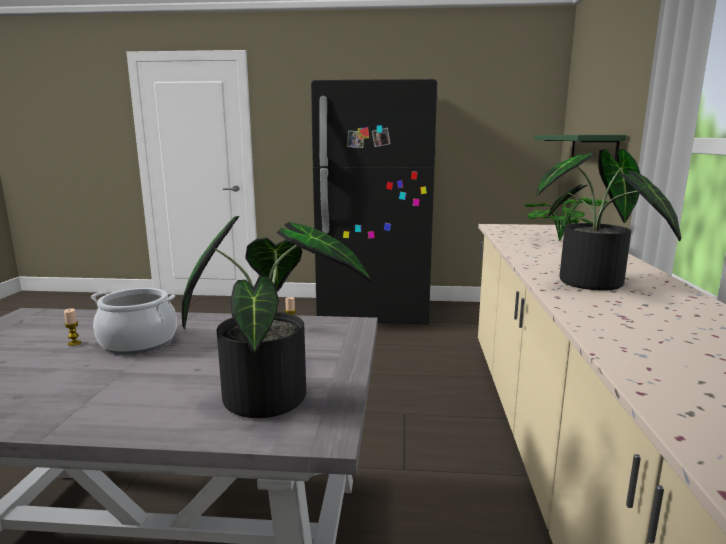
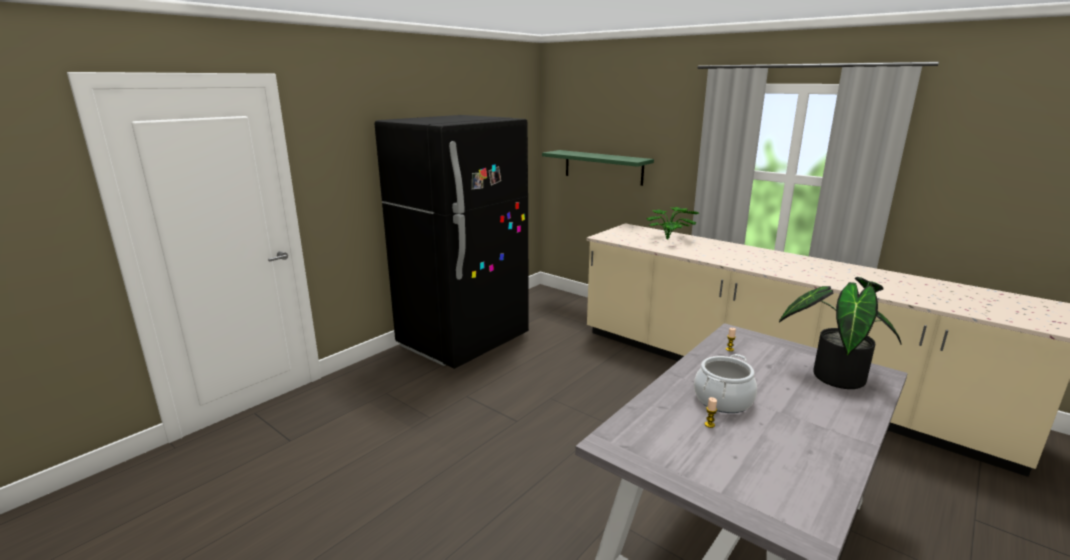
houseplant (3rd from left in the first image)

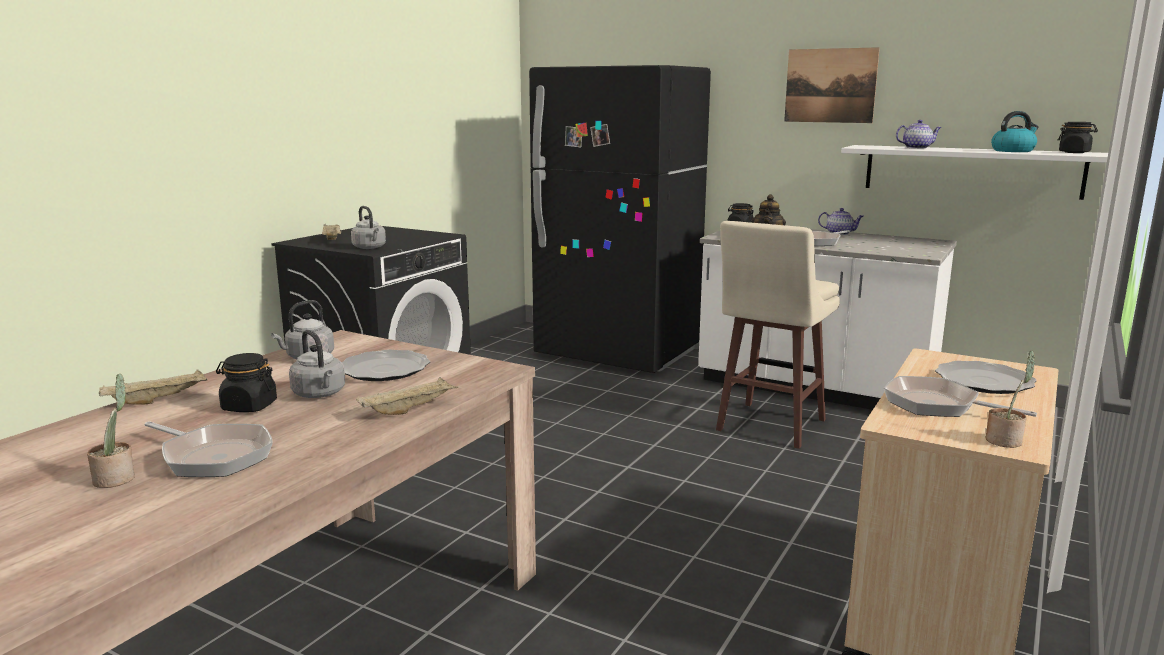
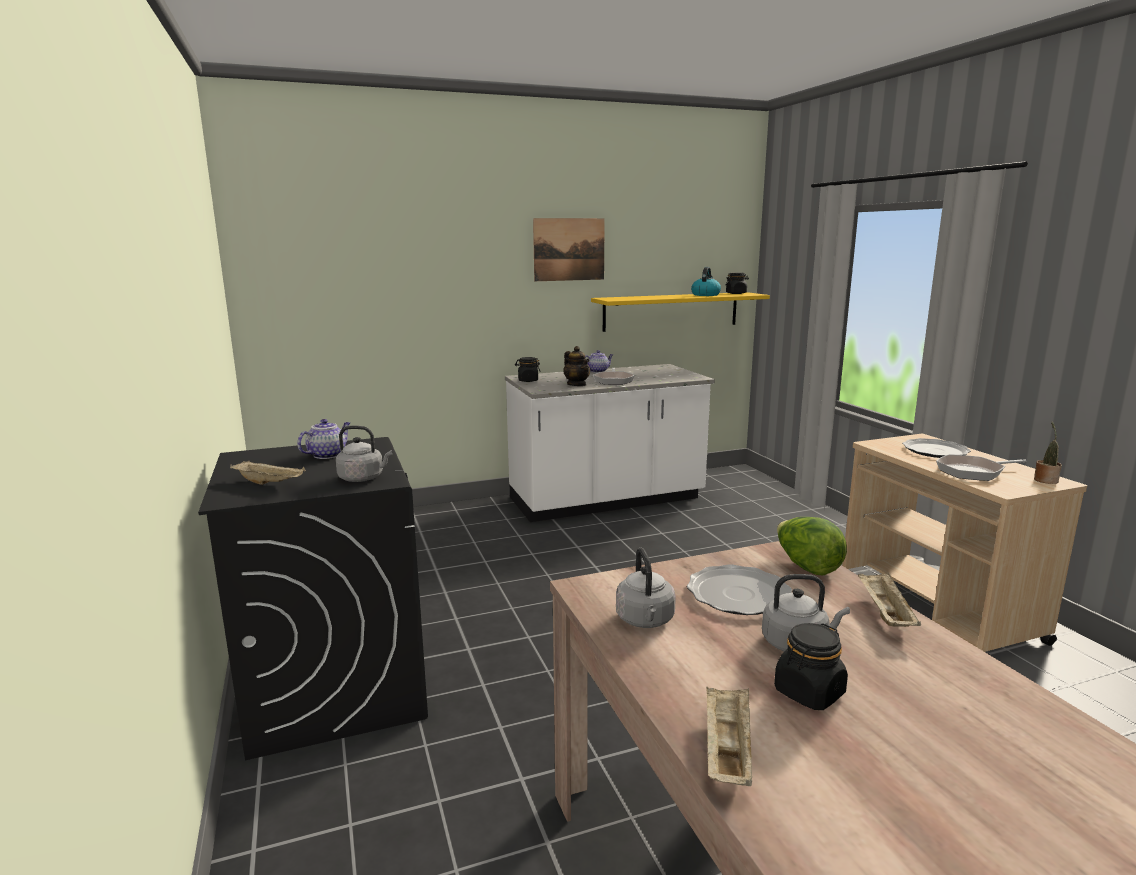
houseplant (1st from left in the first image)
frying pan (1st from left in the first image)
fridge (blackish)
stool seat (beige-coloured)
wall shelf (yellowish)
tea pot (1st from left)
lettuce head

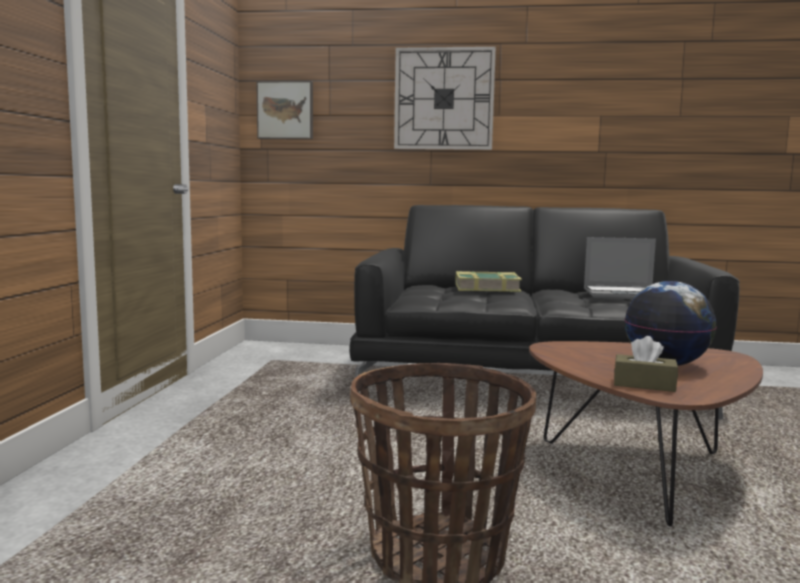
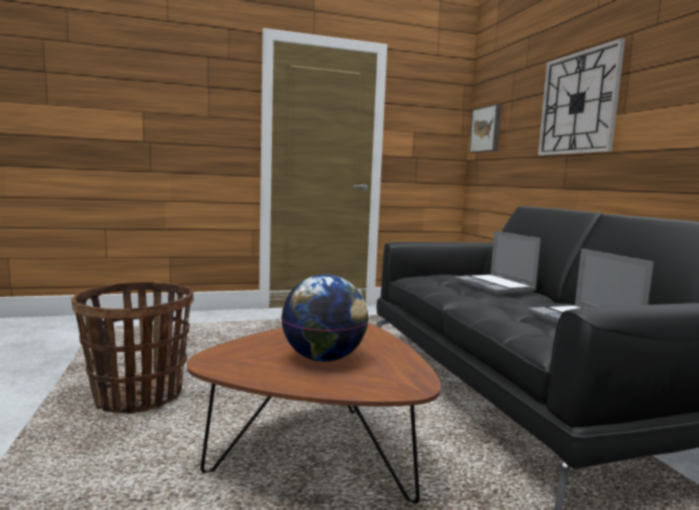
laptop (1st from left)
box of tissues (brown)

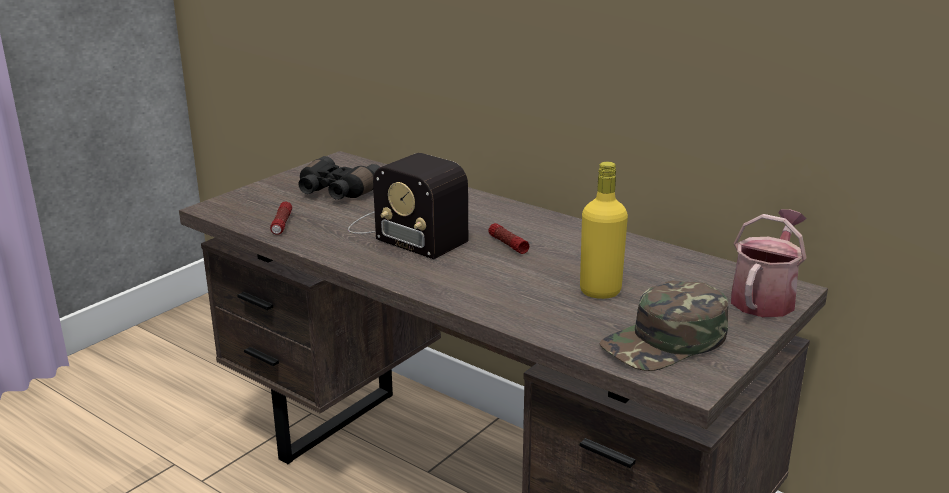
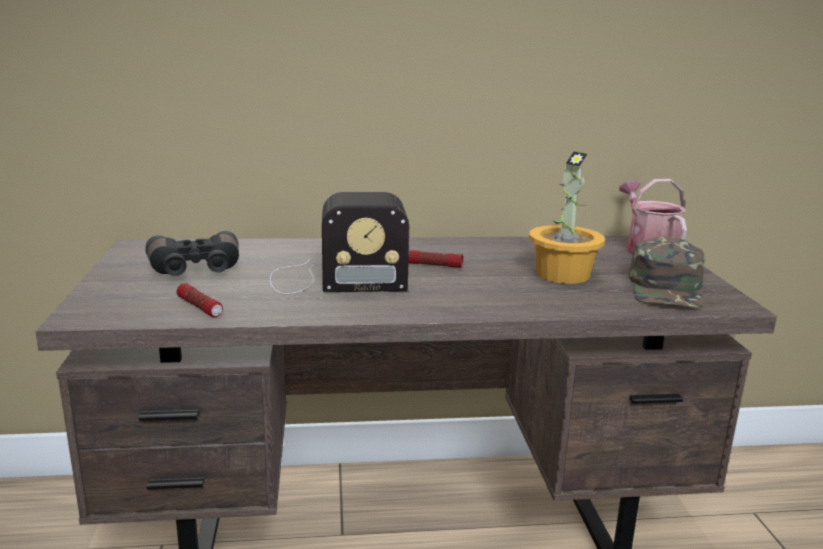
houseplant

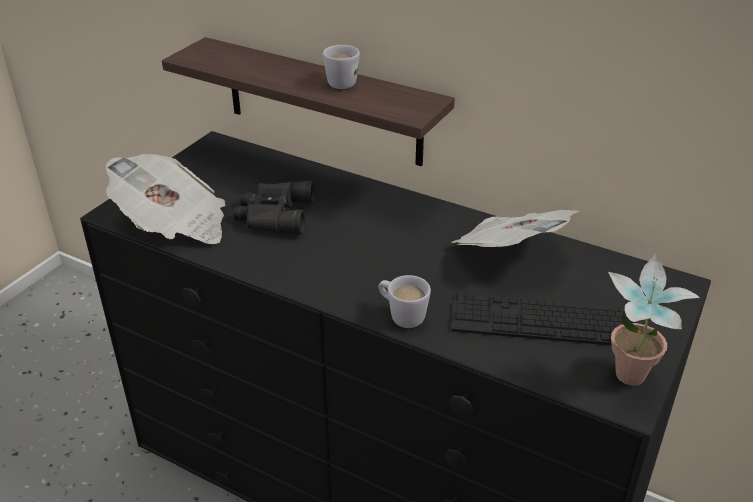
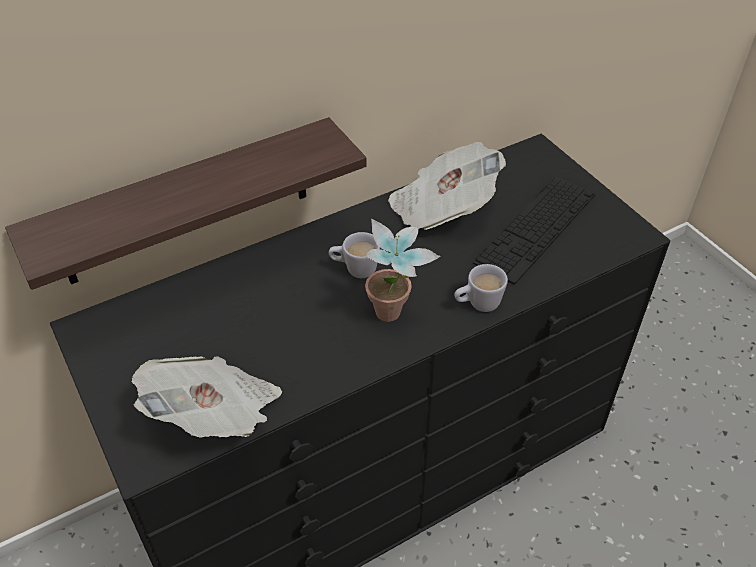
pair of binoculars (blackish)
tea mug (whitish) (1st from left)
houseplant

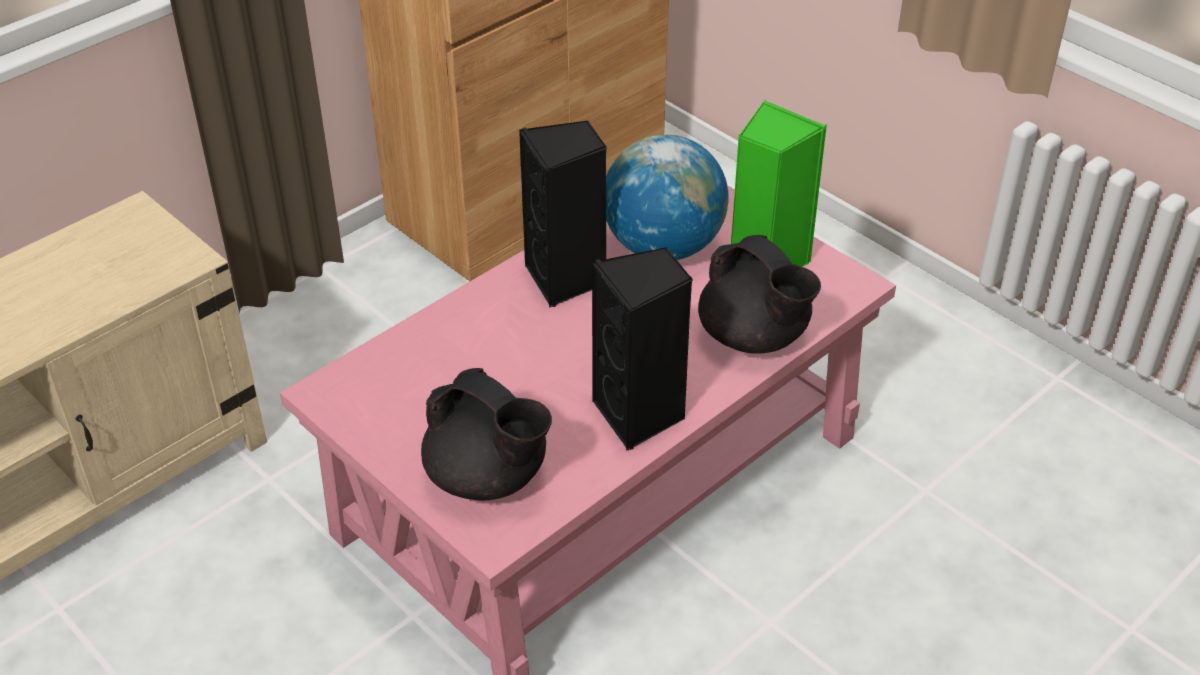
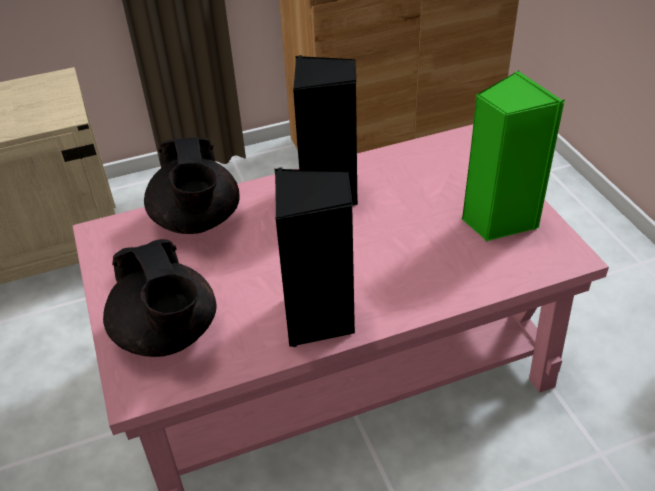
desk globe
tea pot (blackish) (2nd from left)

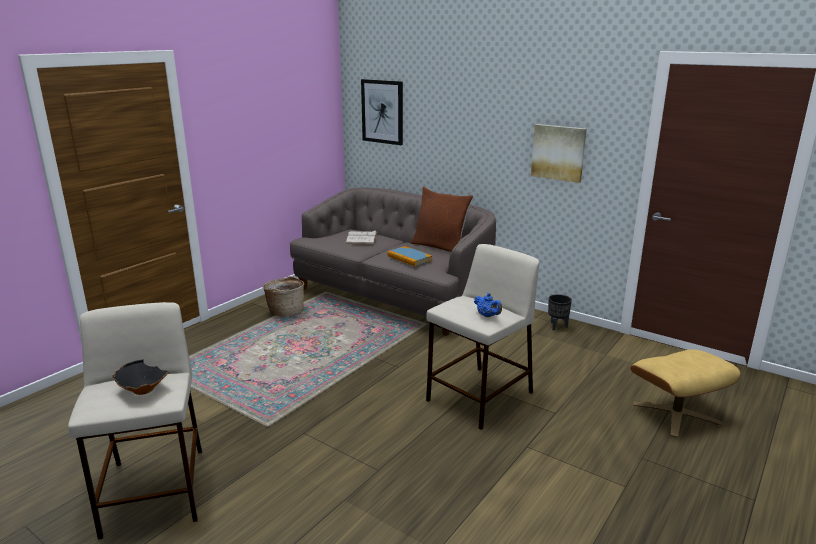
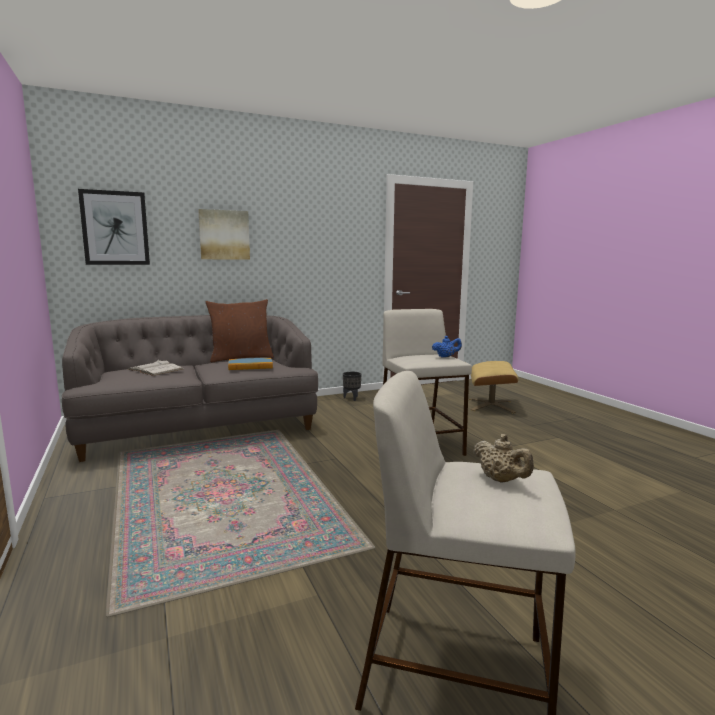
tea pot (beige-coloured)
basket
picture (2nd from left)

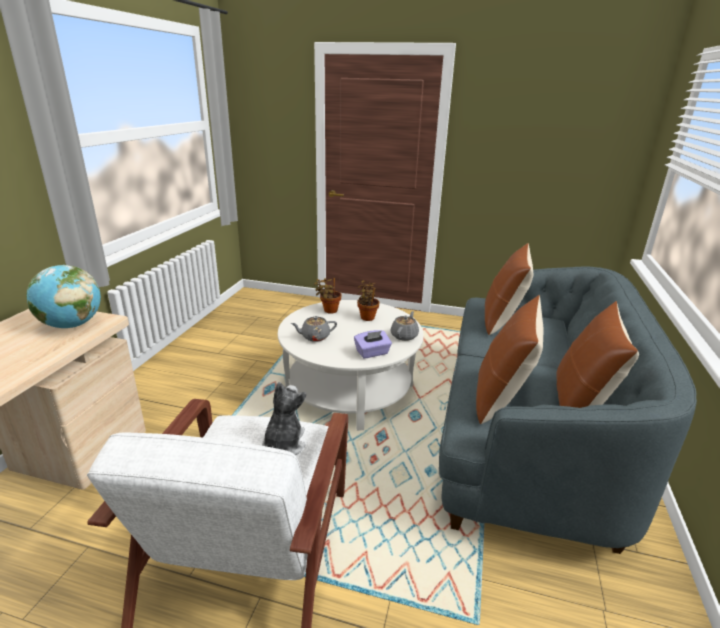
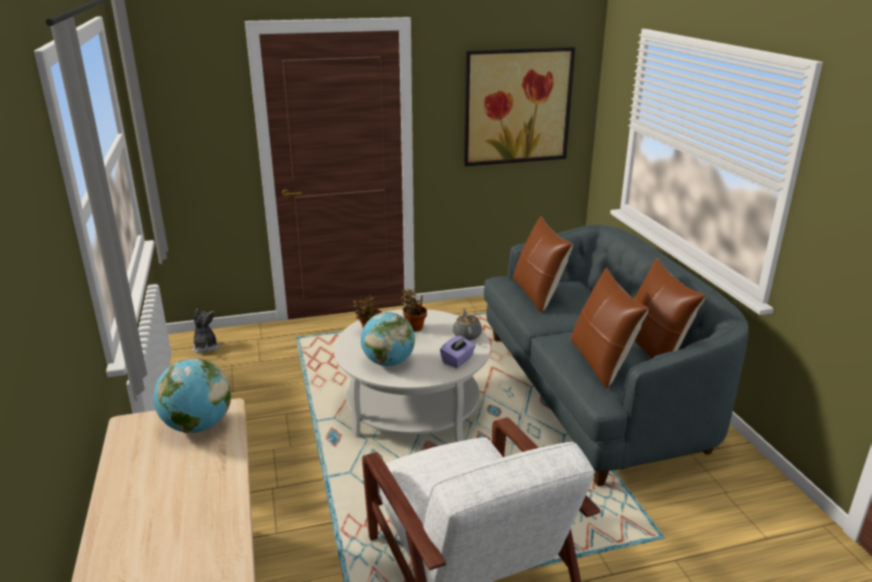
cuddly toy
desk globe (2nd from left)
picture

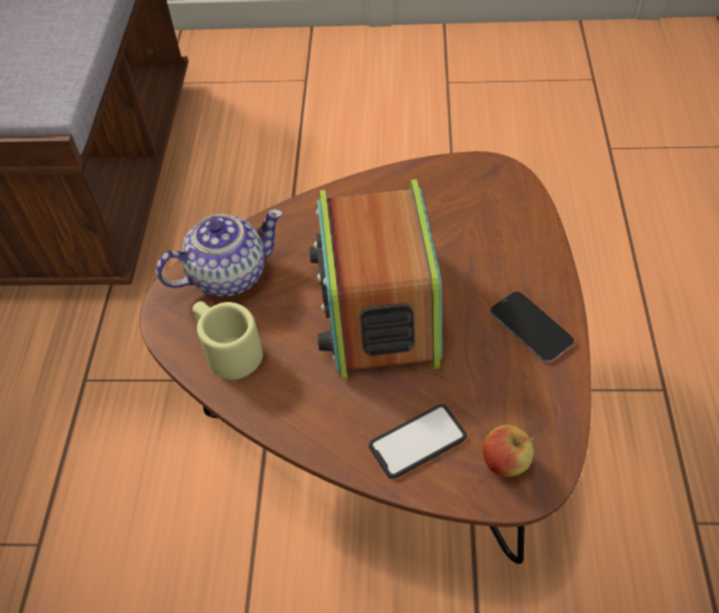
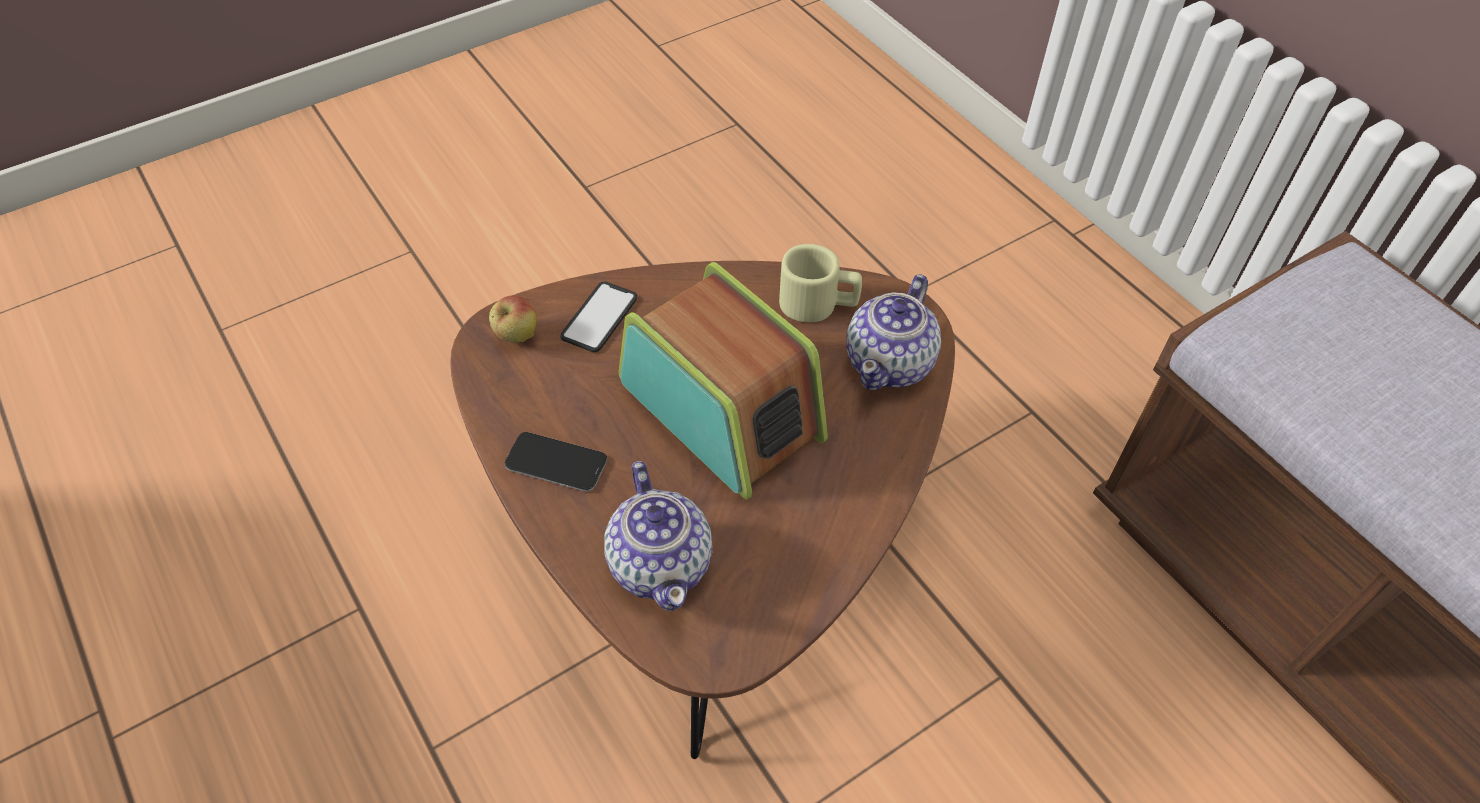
tea pot (1st from left)

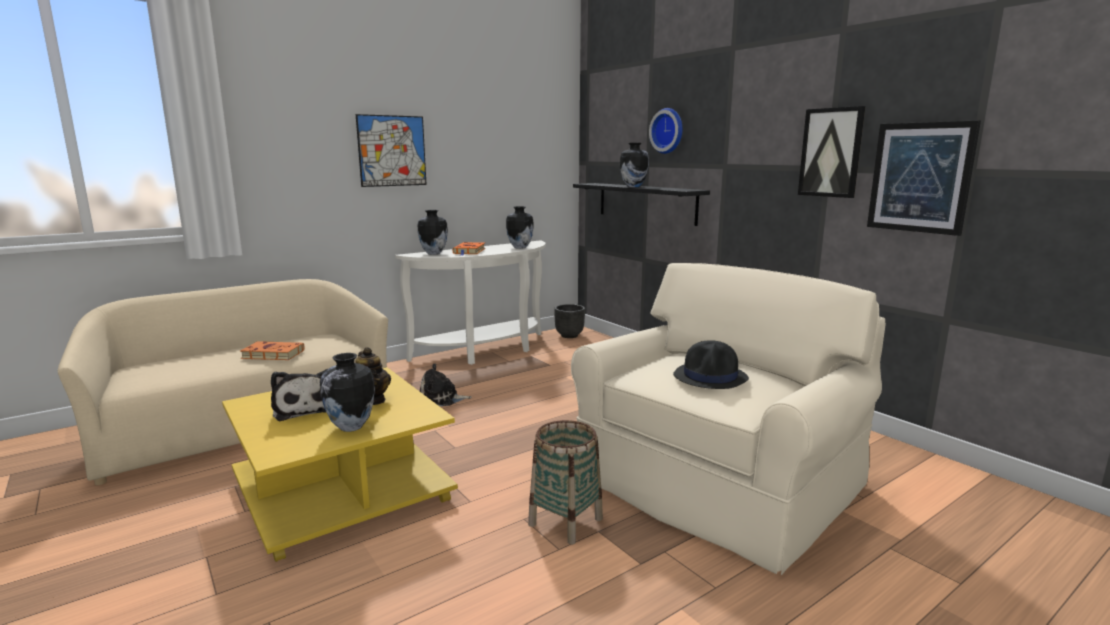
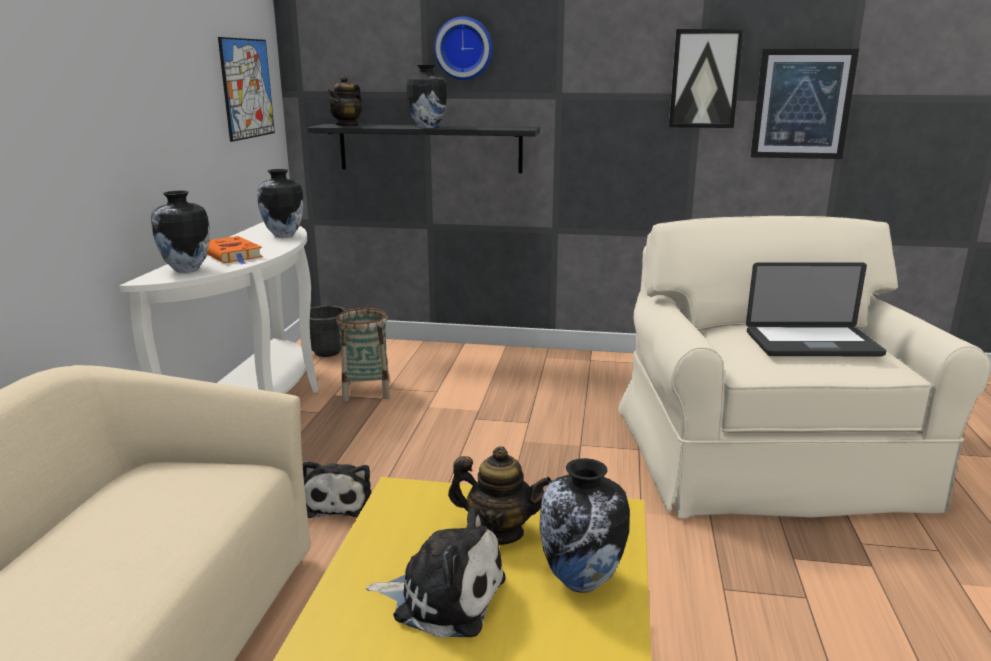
volume (orange-coloured) (1st from left in the first image)
picture (1st from left)
cuddly toy (1st from left)
basket
laptop
tea pot (1st from left)

